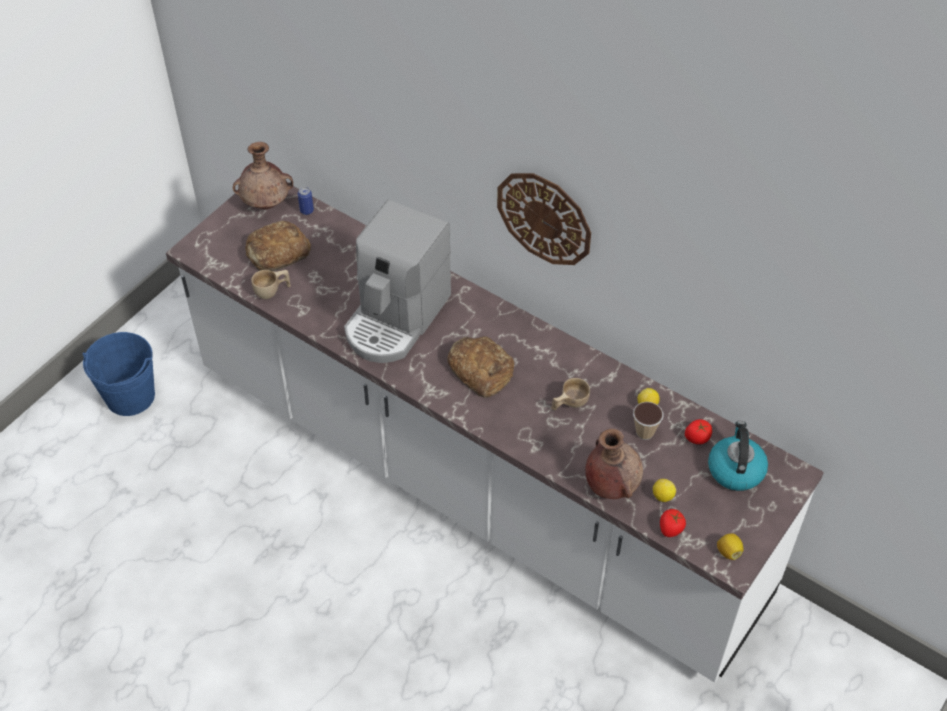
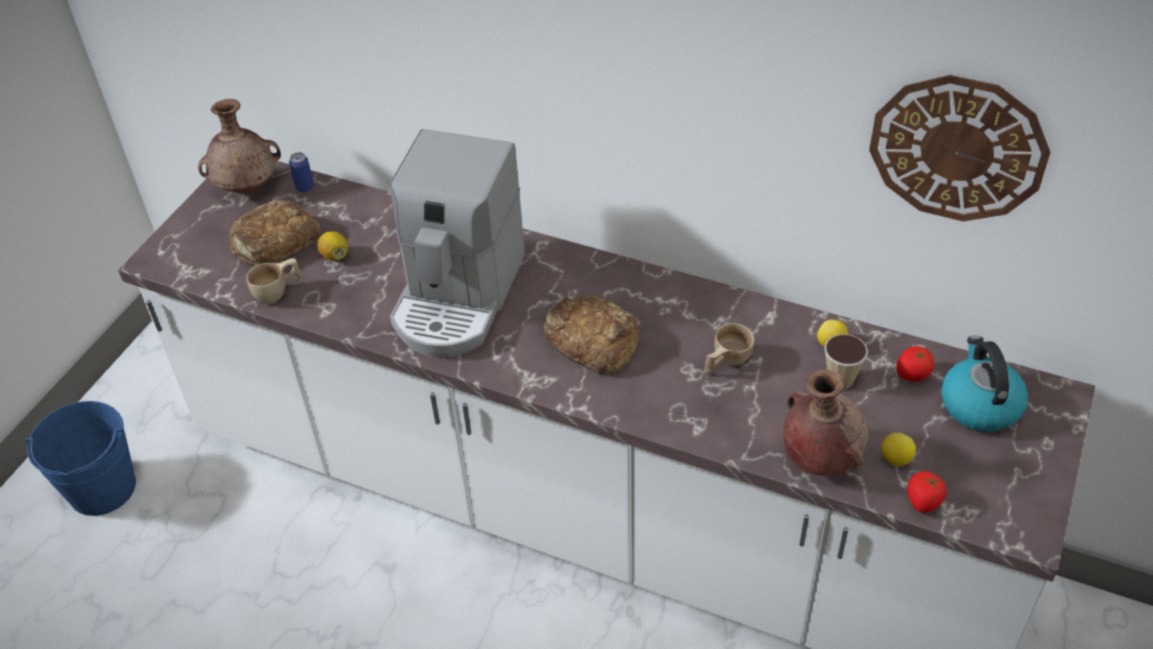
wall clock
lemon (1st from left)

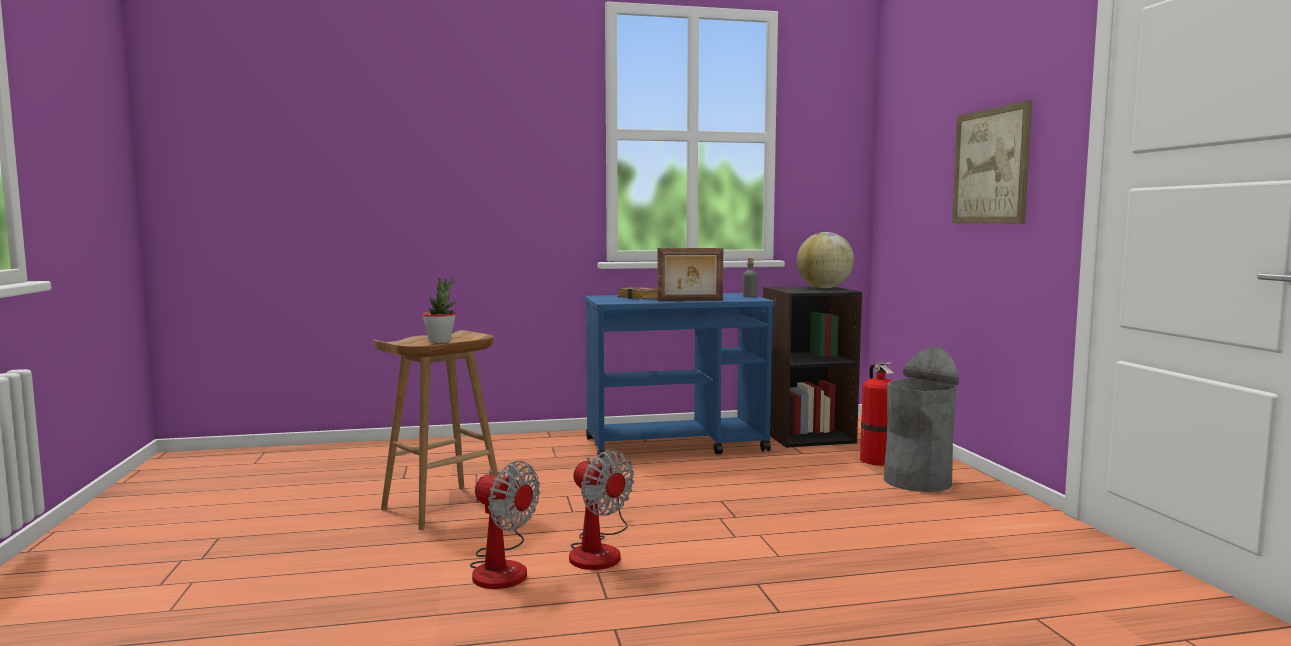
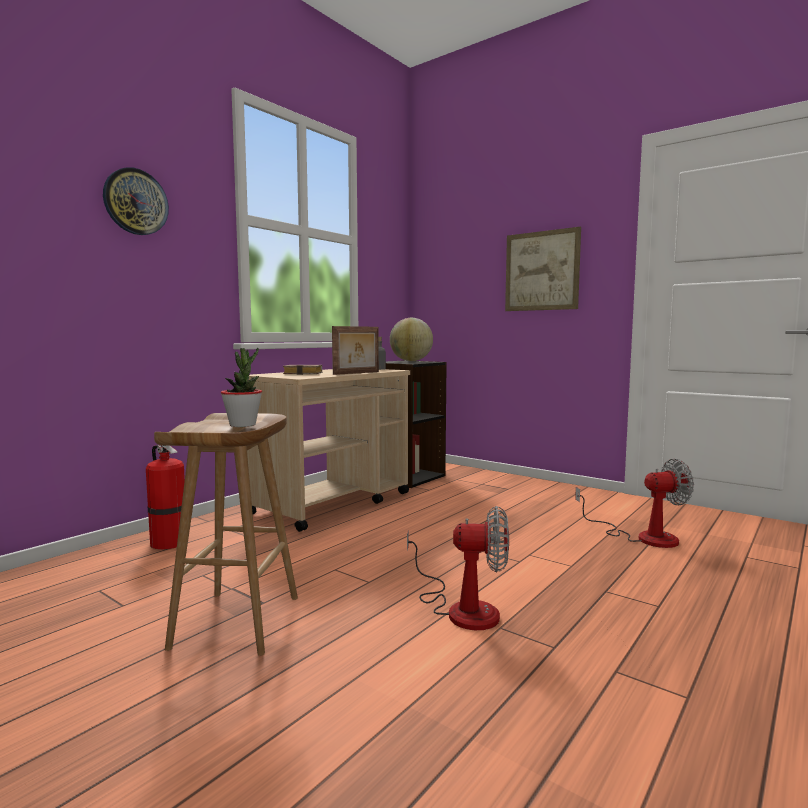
cooling fan (2nd from left)
cart (beige-coloured)
fire extinguisher
waste bin (grey)
wall clock

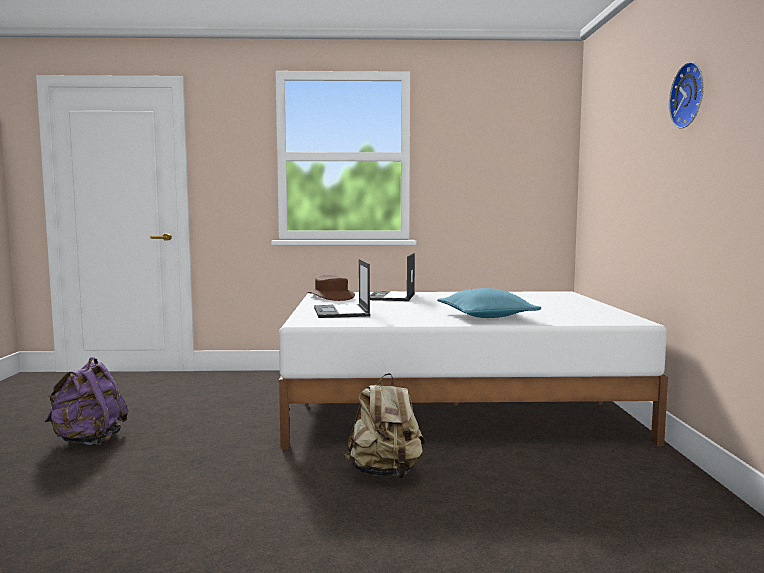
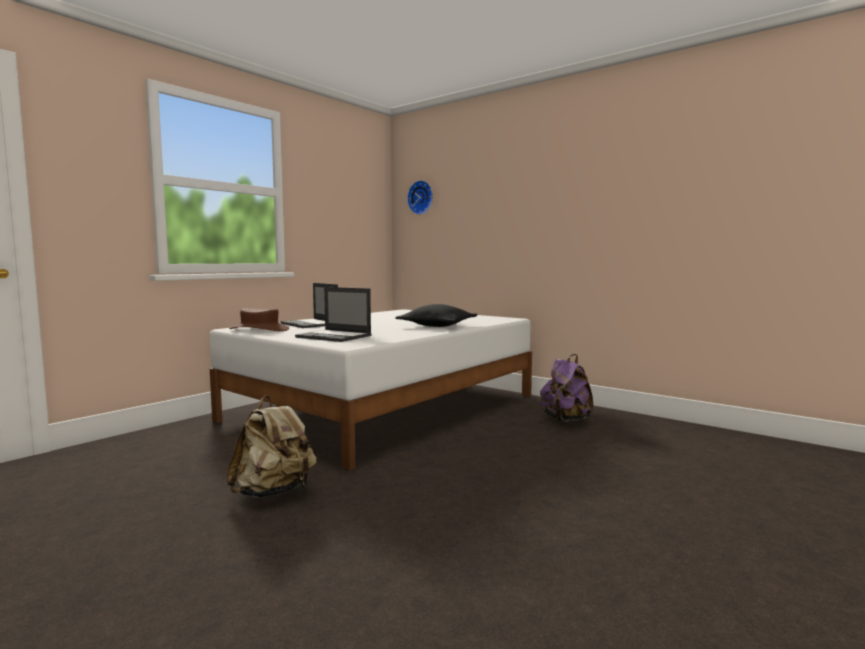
backpack (purple-coloured)
backpack (beige-coloured)
throw pillow (blackish)
wall clock

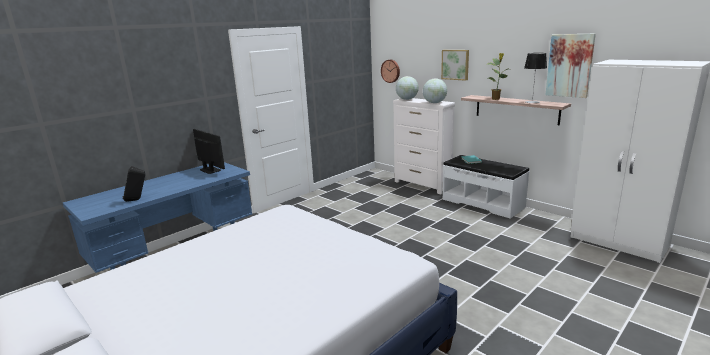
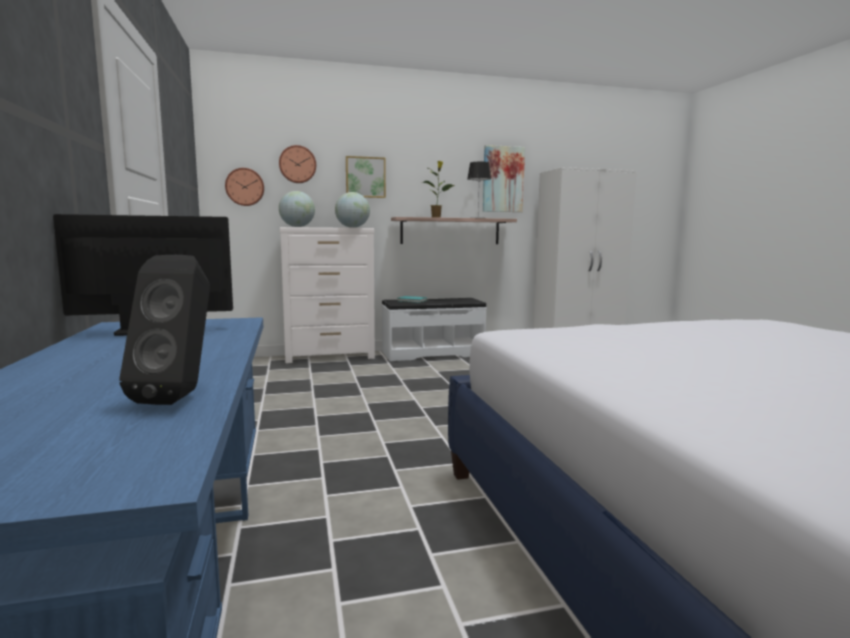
wall clock (2nd from left)

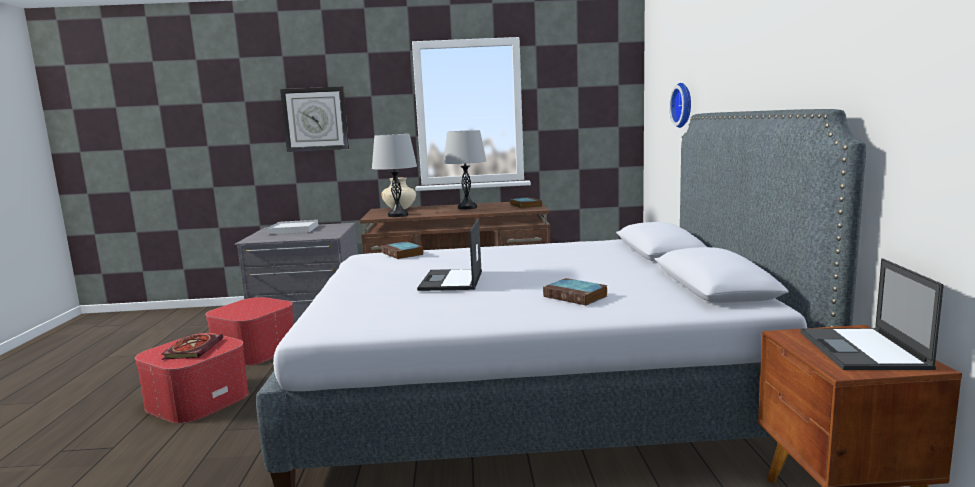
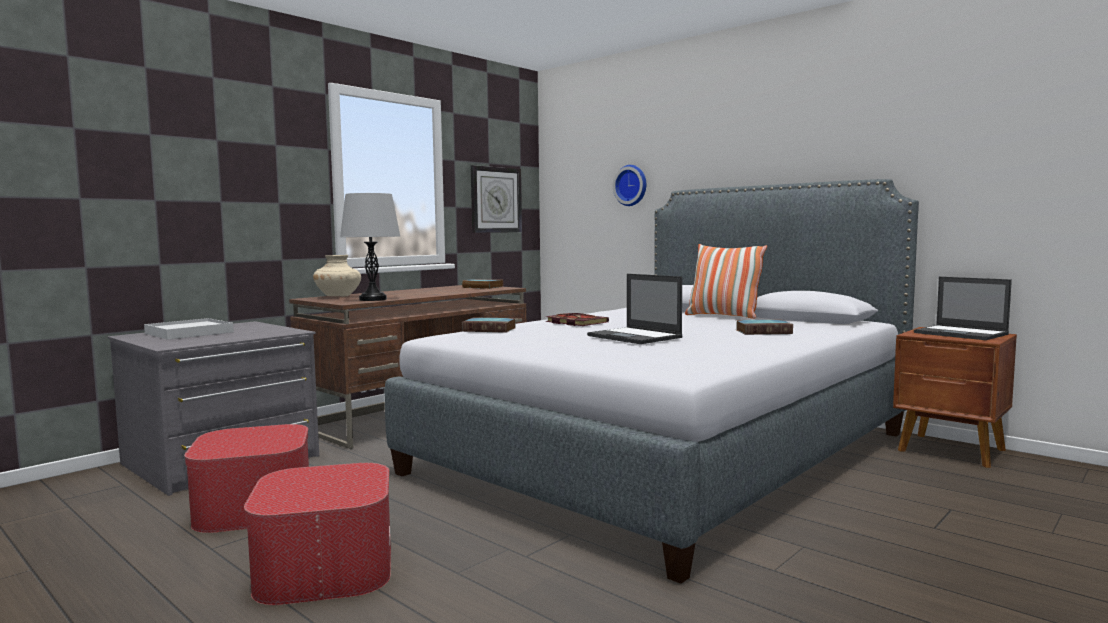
volume (3rd from left)
wall clock (1st from left)
table lamp (grey) (2nd from left in the first image)
throw pillow

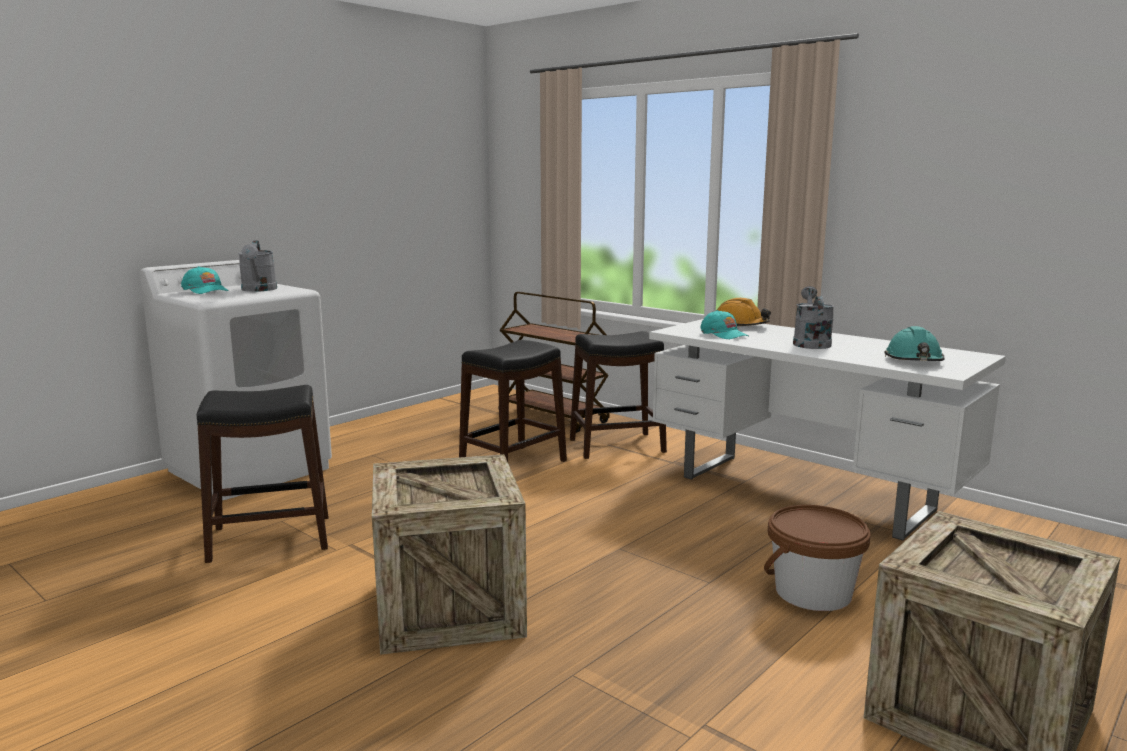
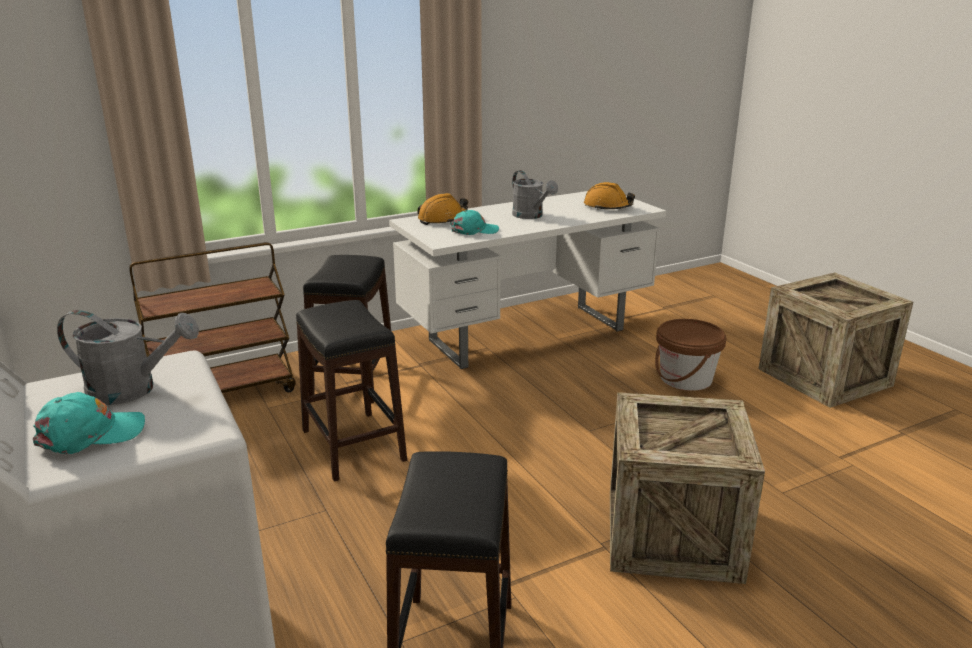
sprinkling can (grey) (2nd from left)
safety helmet (orange-coloured) (2nd from left)

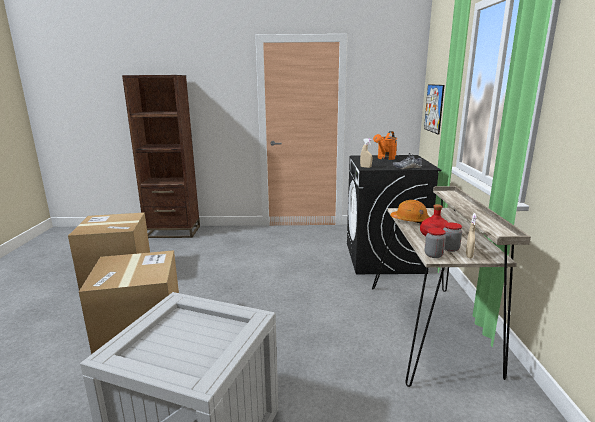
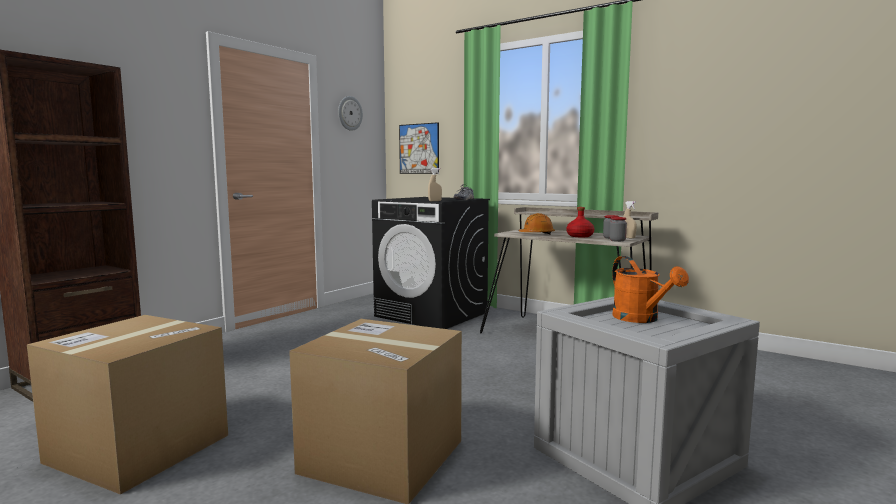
sprinkling can (orange-coloured)
wall clock

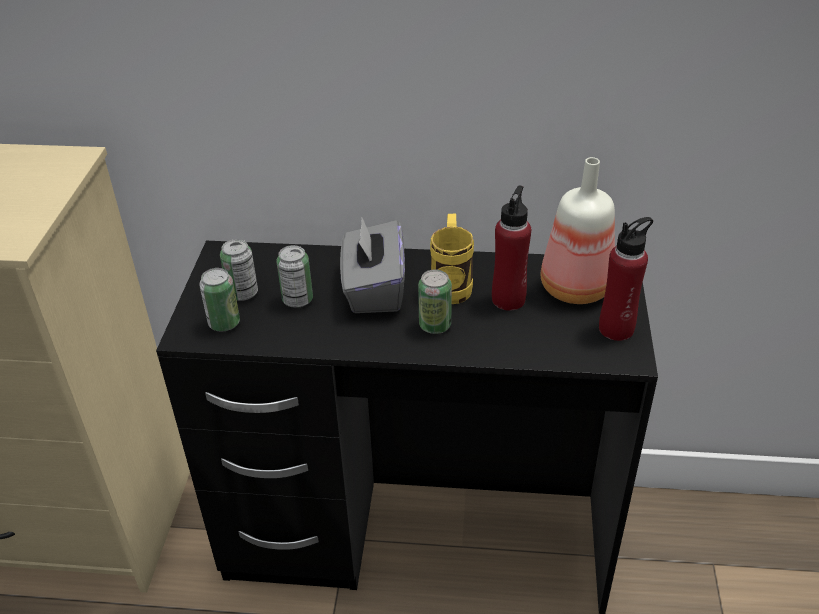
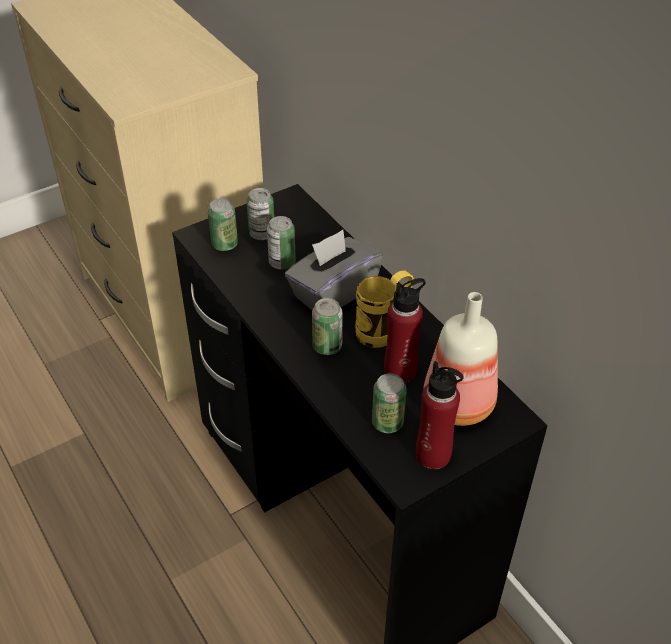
sealed can (5th from left)

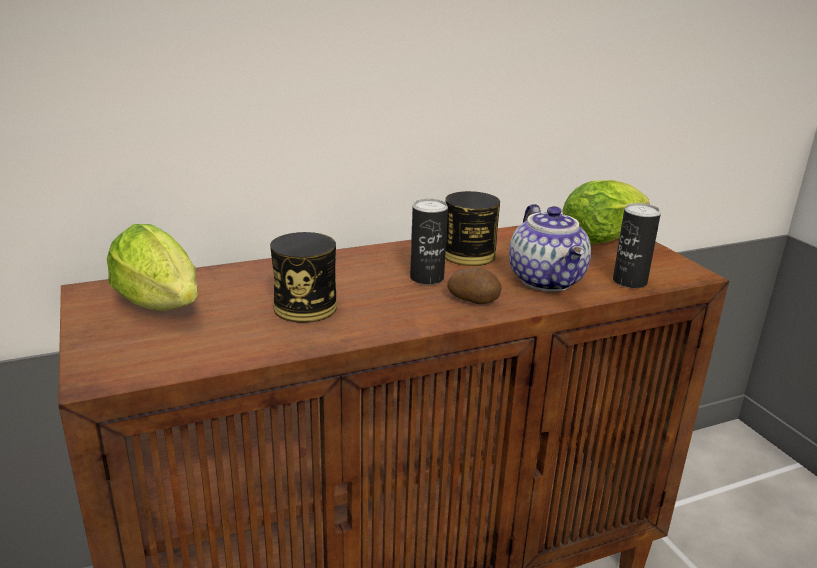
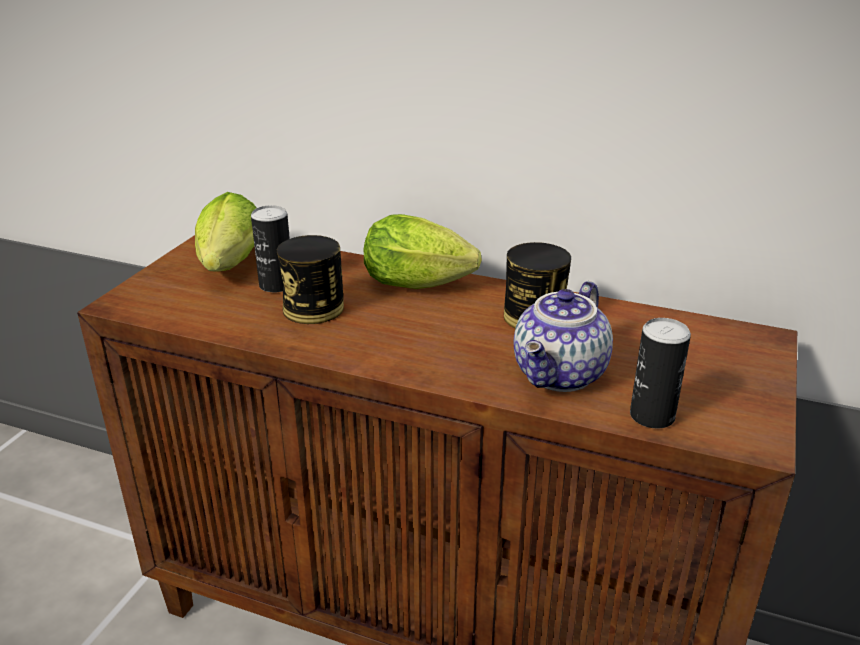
sealed can (1st from left)
spud
lettuce head (2nd from left)

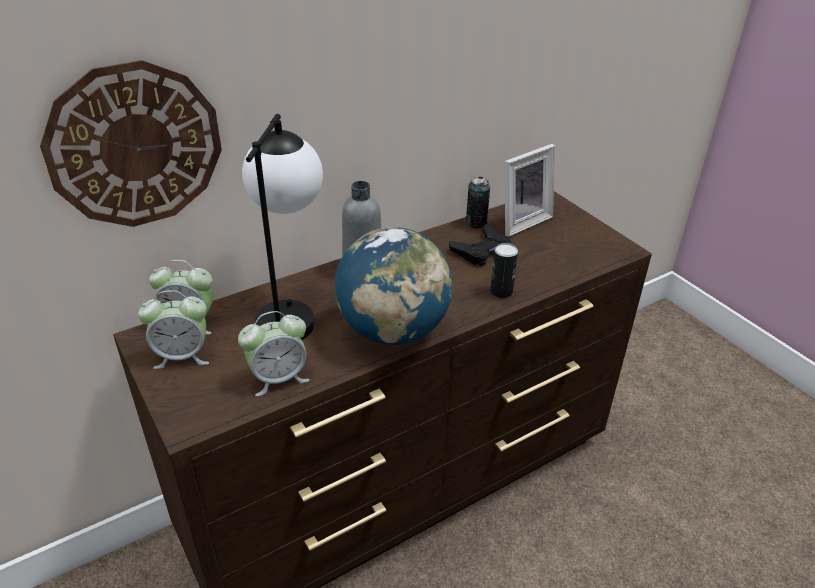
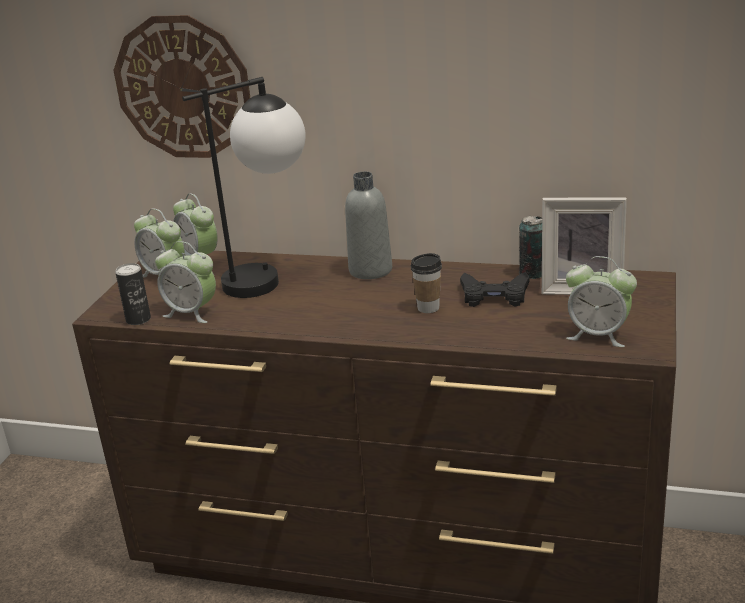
desk globe
sealed can (1st from left)
drinking cup
alarm clock (4th from left)

